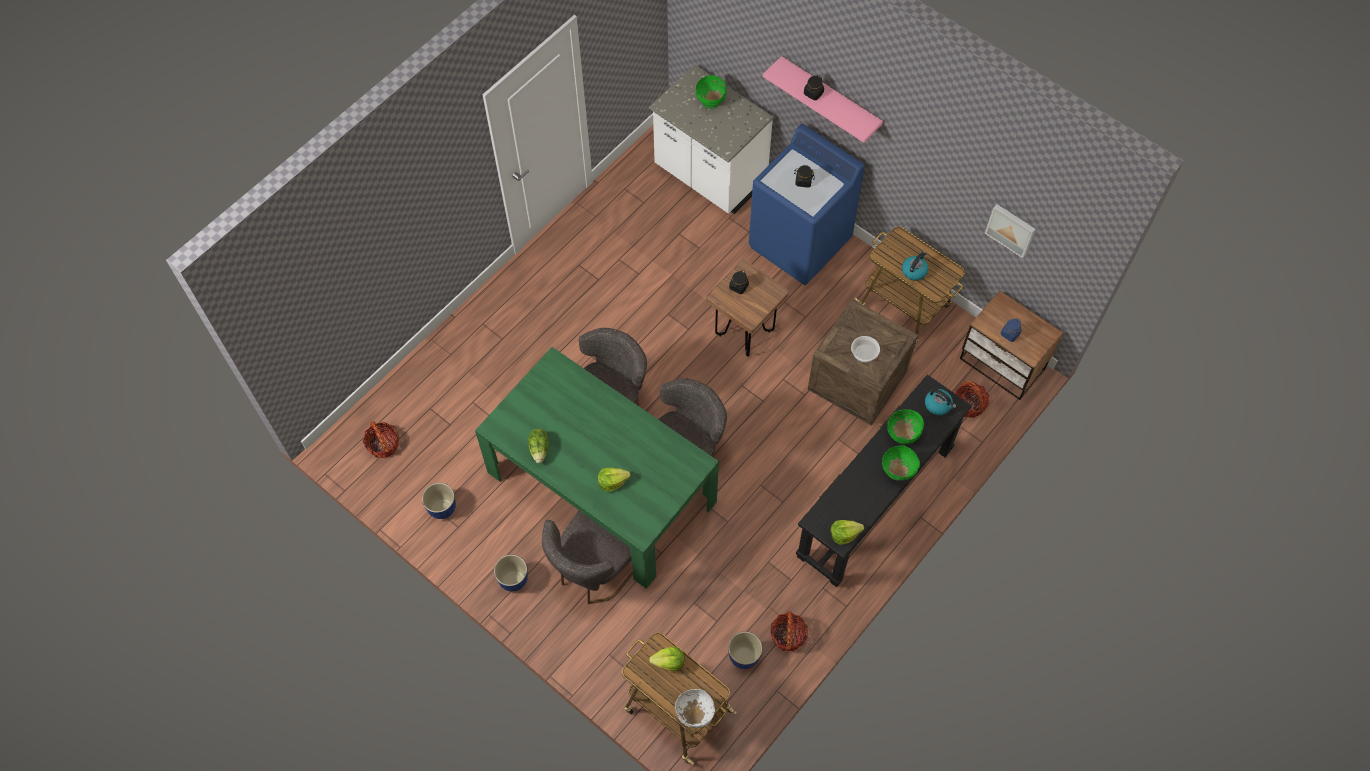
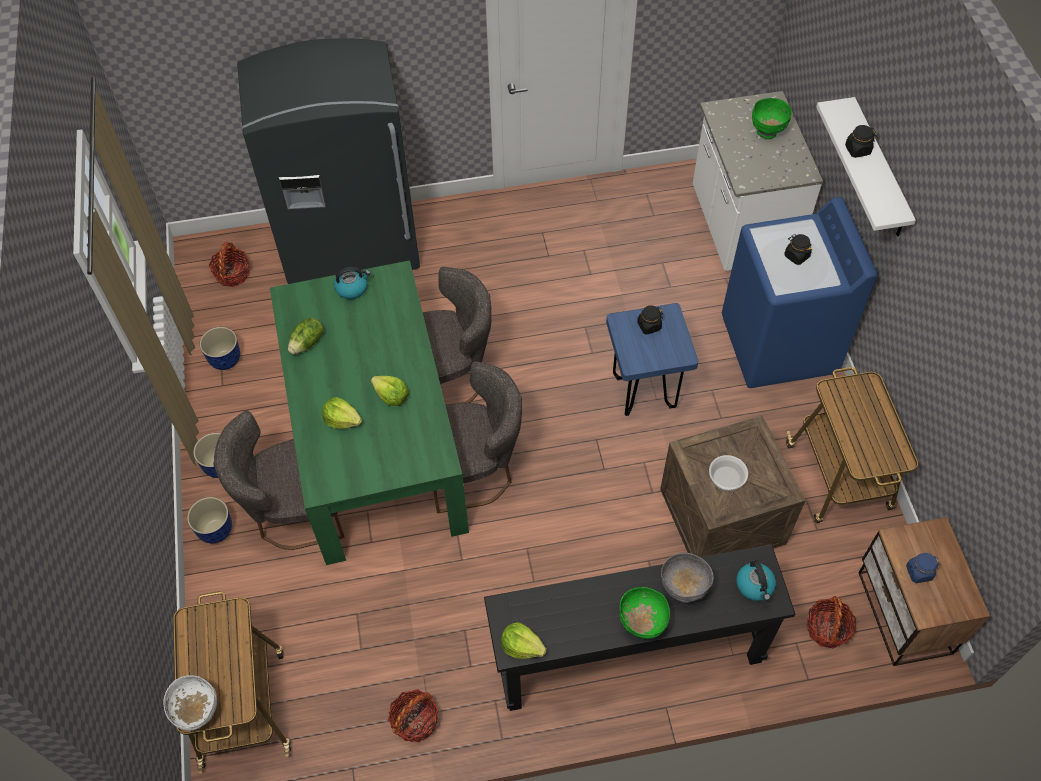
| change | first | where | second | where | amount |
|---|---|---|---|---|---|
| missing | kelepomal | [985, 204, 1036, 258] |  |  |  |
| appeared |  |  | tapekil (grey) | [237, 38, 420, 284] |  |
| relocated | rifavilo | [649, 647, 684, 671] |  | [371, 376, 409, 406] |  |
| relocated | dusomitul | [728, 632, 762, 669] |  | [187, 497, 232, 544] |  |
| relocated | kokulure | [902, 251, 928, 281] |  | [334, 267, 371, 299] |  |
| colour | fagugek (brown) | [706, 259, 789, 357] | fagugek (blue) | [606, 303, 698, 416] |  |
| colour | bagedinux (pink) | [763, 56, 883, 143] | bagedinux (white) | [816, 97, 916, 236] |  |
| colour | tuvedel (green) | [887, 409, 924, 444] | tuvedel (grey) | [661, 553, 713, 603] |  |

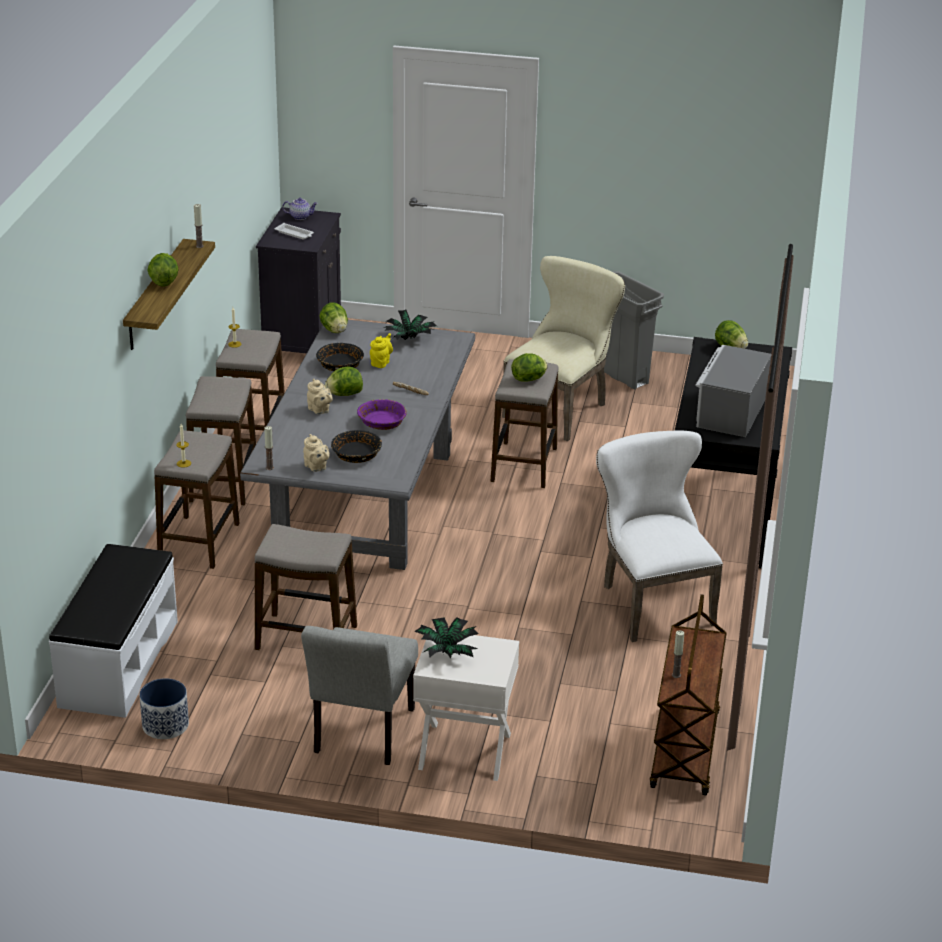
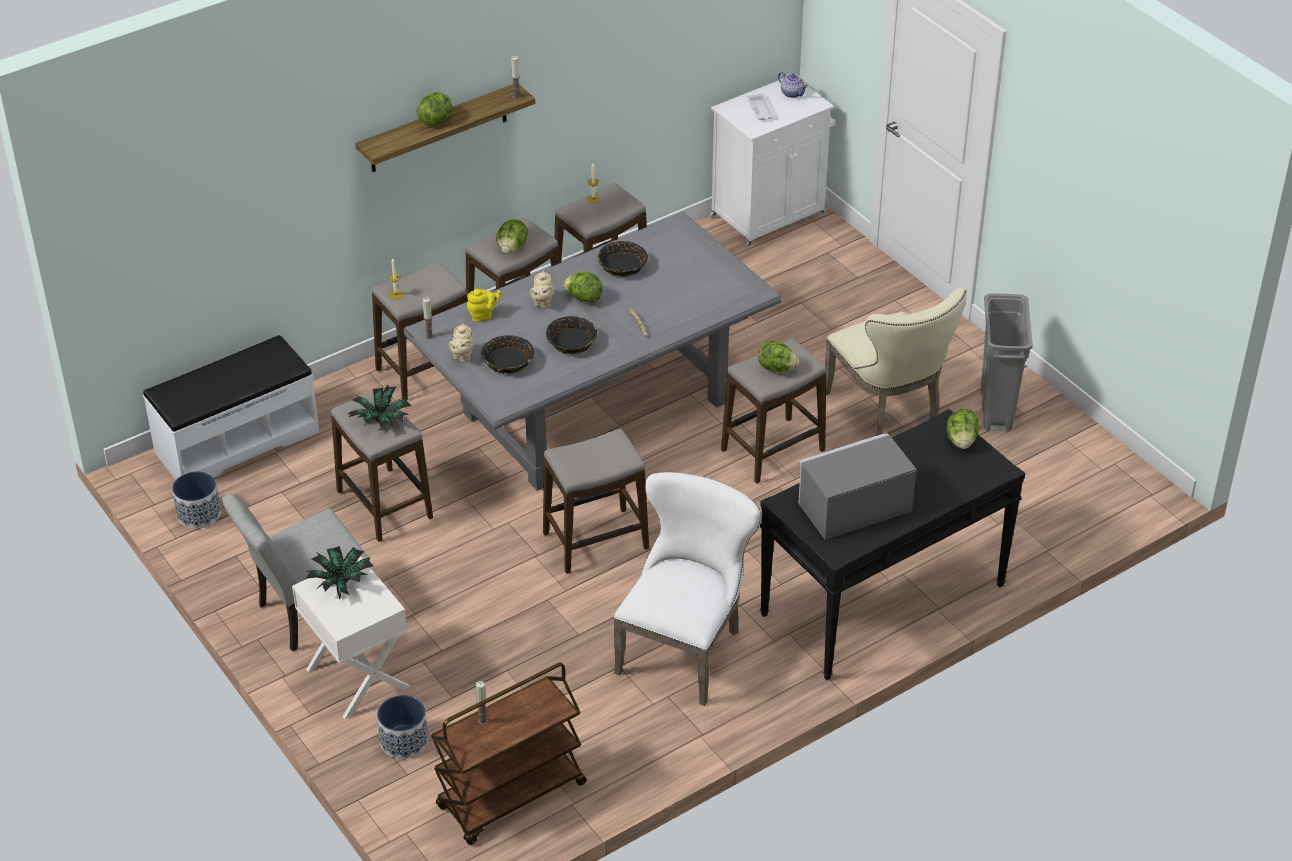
| change | first | where | second | where | amount |
|---|---|---|---|---|---|
| appeared |  |  | dusomitul | [377, 695, 428, 759] |  |
| appeared |  |  | fagugek | [543, 429, 649, 574] |  |
| relocated | rifavilo | [319, 302, 348, 333] |  | [496, 219, 529, 254] |  |
| relocated | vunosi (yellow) | [370, 333, 393, 368] |  | [467, 289, 502, 322] |  |
| relocated | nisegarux | [383, 309, 437, 340] |  | [348, 384, 411, 427] |  |
| colour | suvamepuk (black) | [256, 207, 341, 354] | suvamepuk (white) | [710, 79, 835, 248] |  |
| colour | tuvedel (purple) | [357, 399, 407, 430] | tuvedel (black) | [546, 316, 597, 354] |  |
| spun | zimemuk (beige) | [502, 256, 625, 441] |  | [825, 287, 967, 436] | 75 degrees clockwise |

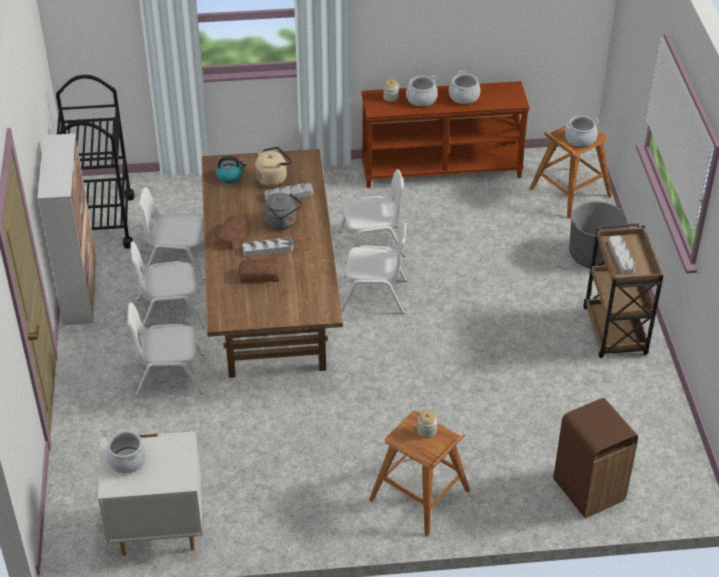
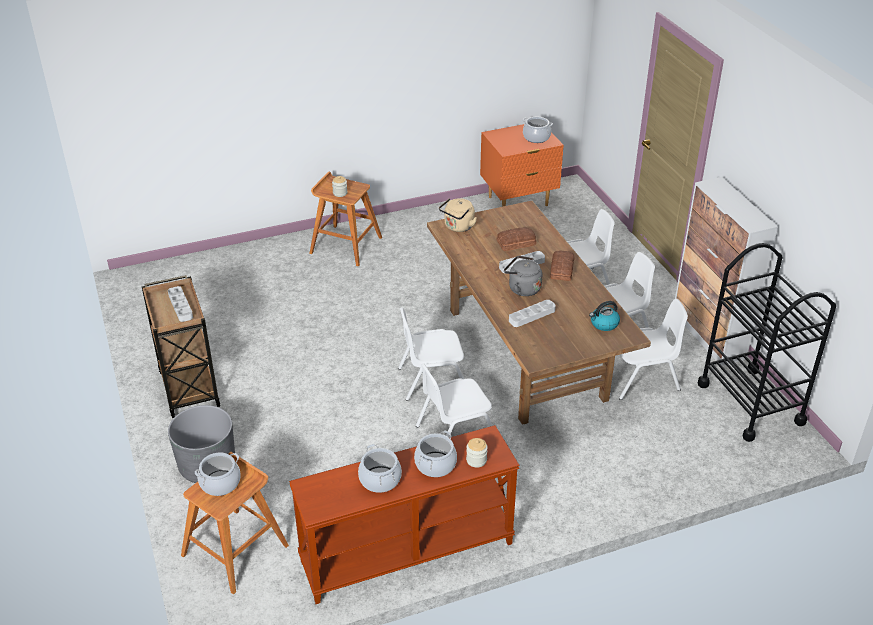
| change | first | where | second | where | amount |
|---|---|---|---|---|---|
| missing | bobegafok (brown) | [554, 398, 638, 518] |  |  |  |
| relocated | kokulure (beige) | [255, 147, 292, 186] |  | [439, 198, 477, 232] |  |
| colour | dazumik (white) | [98, 431, 203, 556] | dazumik (orange) | [480, 124, 564, 207] |  |

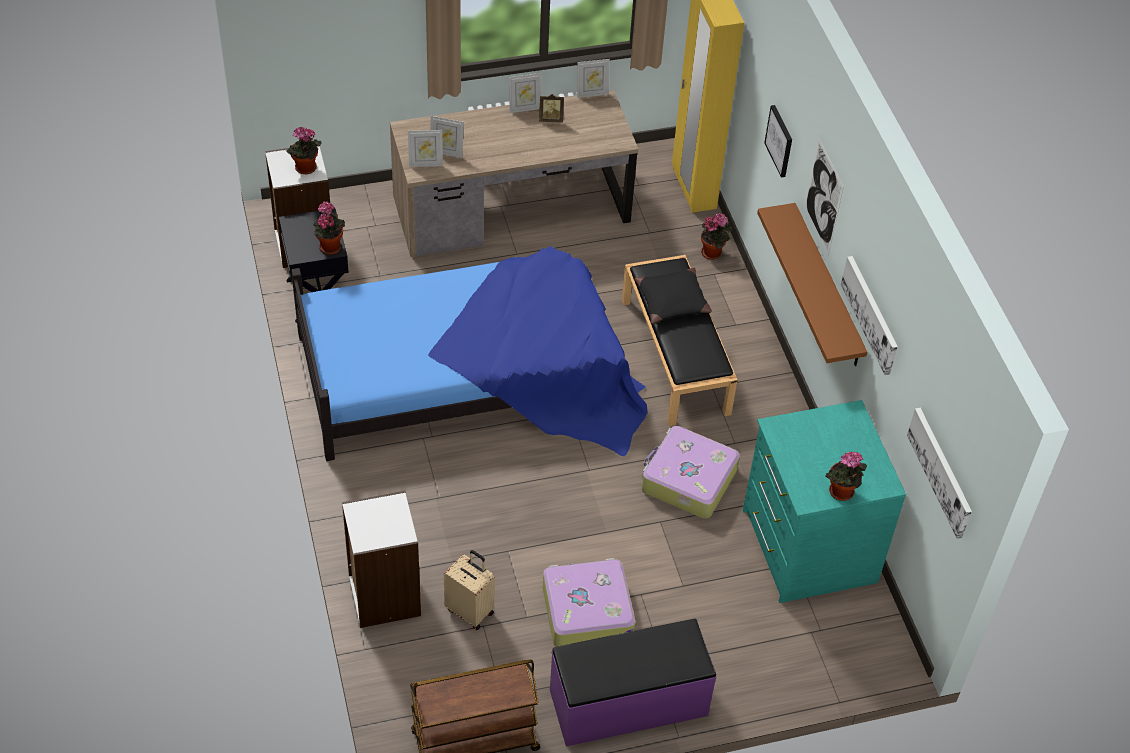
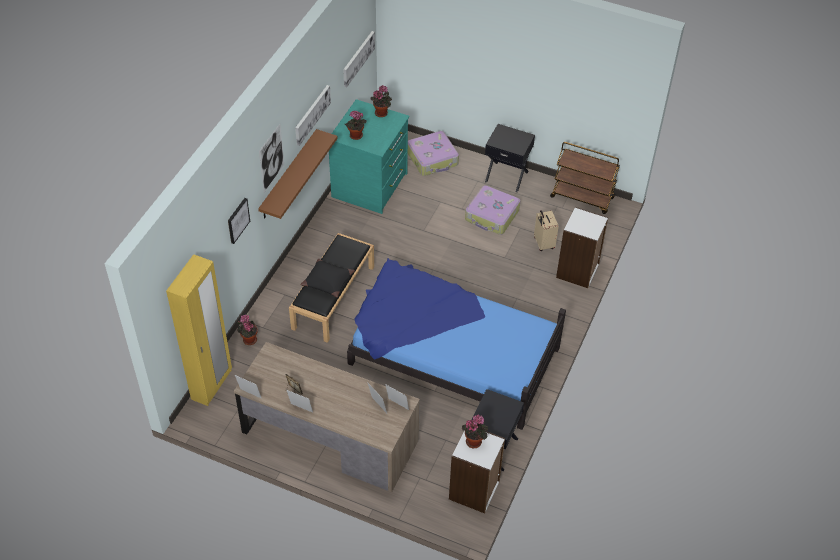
| change | first | where | second | where | amount |
|---|---|---|---|---|---|
| relocated | nisegarux | [313, 201, 345, 255] |  | [345, 111, 367, 140] |  |
| relocated | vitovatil | [642, 426, 740, 519] |  | [408, 131, 459, 176] |  |
| exchanged | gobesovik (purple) | [550, 619, 716, 747] | dazumik (black) | [485, 124, 535, 192] |  |

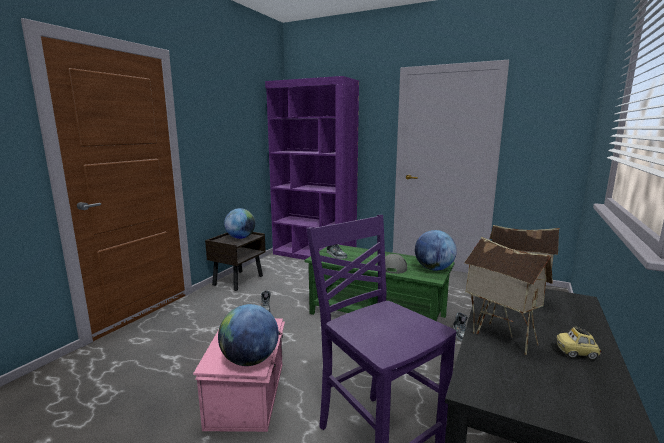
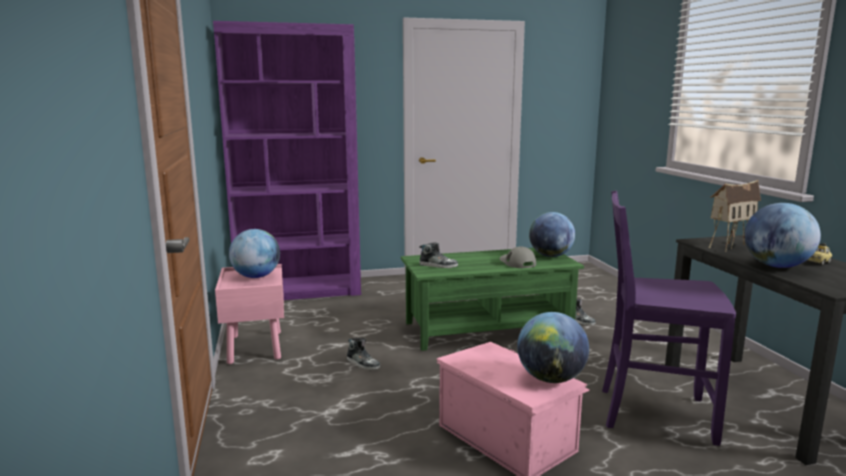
| change | first | where | second | where | amount |
|---|---|---|---|---|---|
| exchanged | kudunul | [464, 237, 553, 355] | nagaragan | [744, 203, 821, 268] |  |
| colour | dazumik (brown) | [205, 232, 266, 291] | dazumik (pink) | [215, 264, 284, 364] |  |

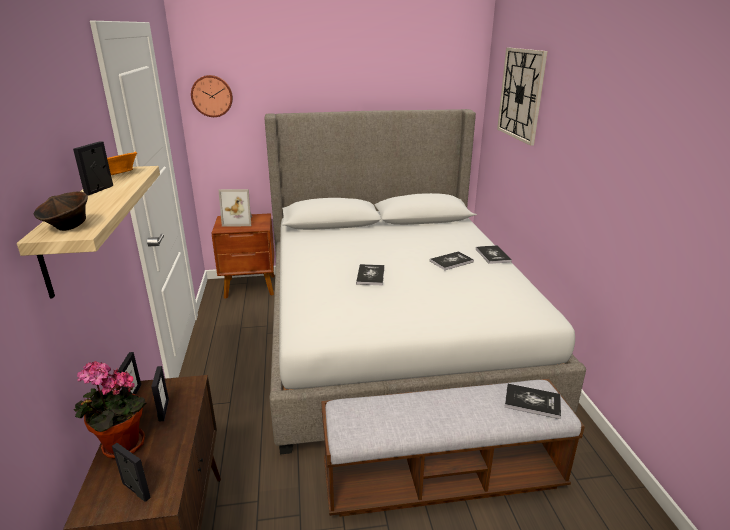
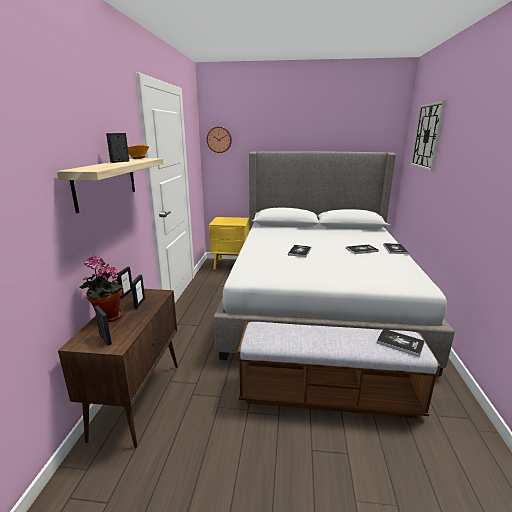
| change | first | where | second | where | amount |
|---|---|---|---|---|---|
| missing | tuvedel (brown) | [34, 191, 88, 231] |  |  |  |
| missing | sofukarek | [219, 189, 252, 227] |  |  |  |
| colour | dazumik (brown) | [211, 213, 275, 299] | dazumik (yellow) | [209, 217, 249, 270] |  |

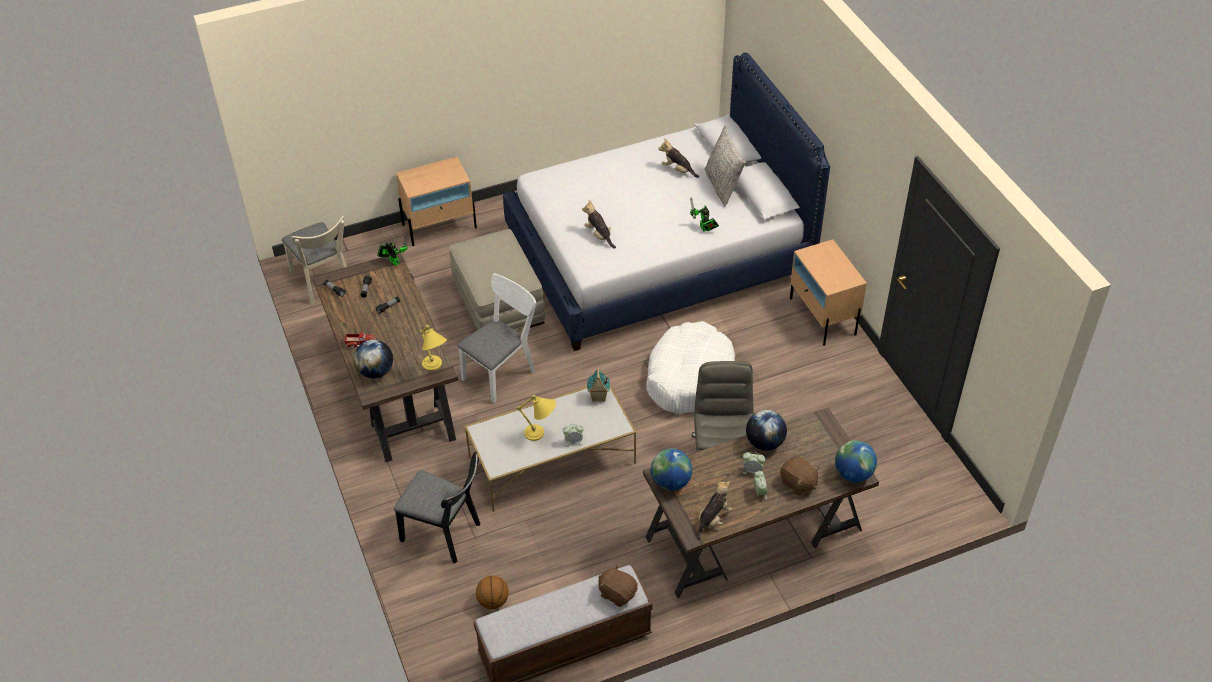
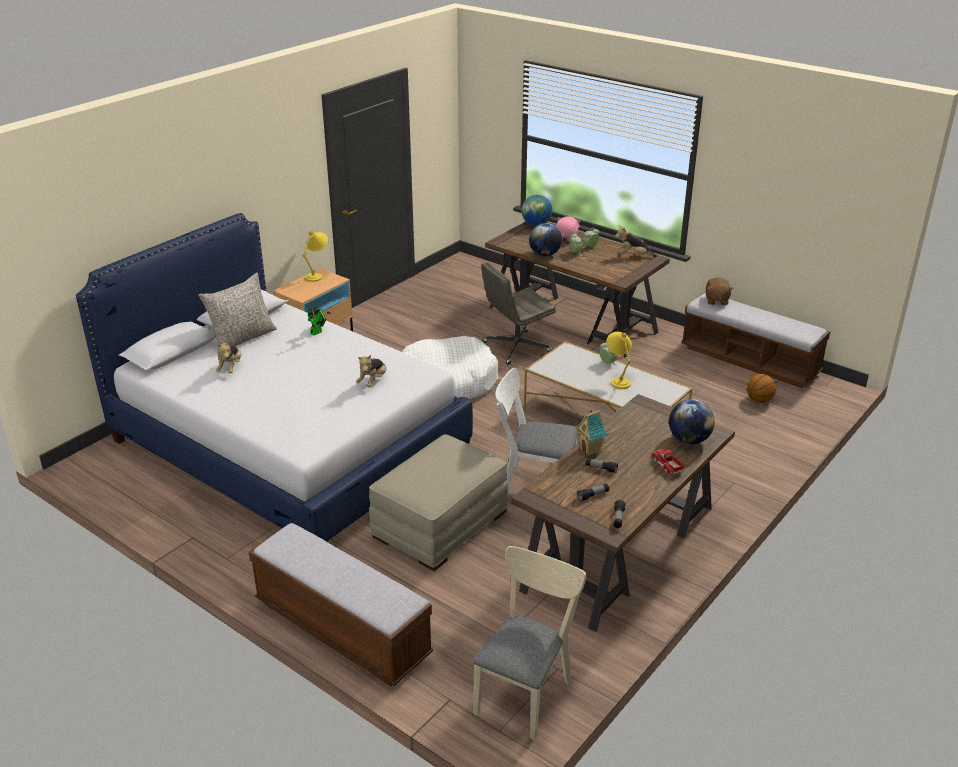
| change | first | where | second | where | amount |
|---|---|---|---|---|---|
| missing | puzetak | [377, 236, 408, 266] |  |  |  |
| missing | zimemuk (black) | [394, 452, 480, 564] |  |  |  |
| missing | nagaragan | [651, 449, 692, 491] |  |  |  |
| relocated | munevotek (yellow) | [420, 324, 447, 371] |  | [302, 231, 328, 282] |  |
| relocated | kudunul | [587, 367, 610, 402] |  | [575, 410, 608, 456] |  |
| exchanged | dazumik (beige) | [396, 157, 477, 246] | gobesovik | [249, 523, 433, 686] |  |
| colour | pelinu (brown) | [780, 457, 819, 496] | pelinu (pink) | [556, 216, 581, 242] |  |

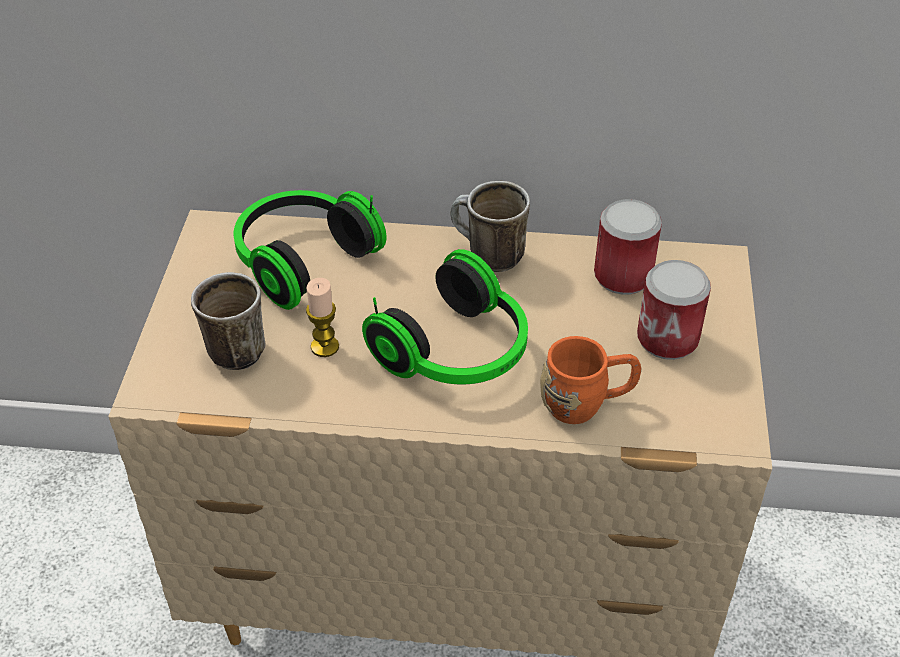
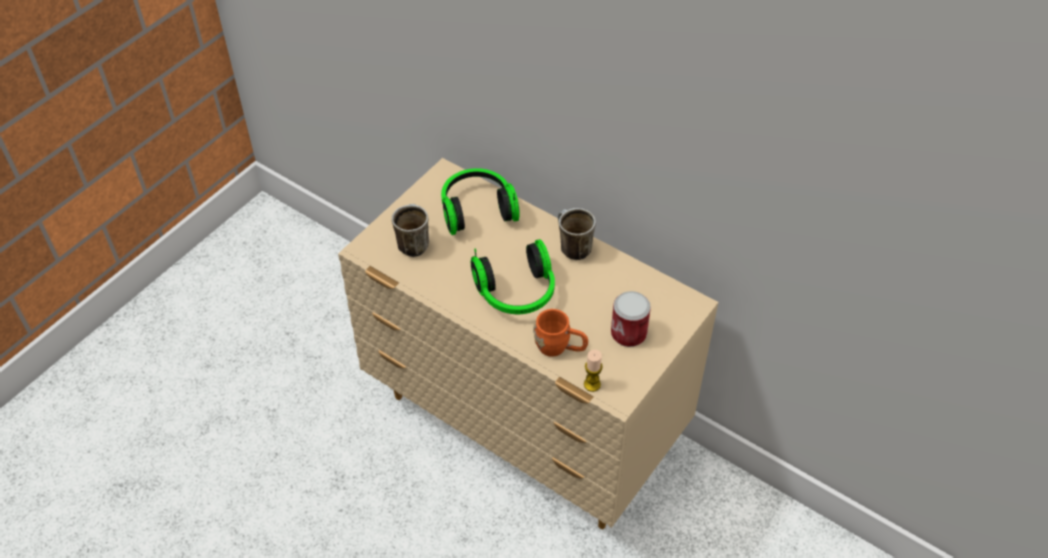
| change | first | where | second | where | amount |
|---|---|---|---|---|---|
| missing | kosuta | [594, 199, 662, 295] |  |  |  |
| relocated | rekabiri | [306, 278, 339, 357] |  | [584, 350, 603, 392] |  |

